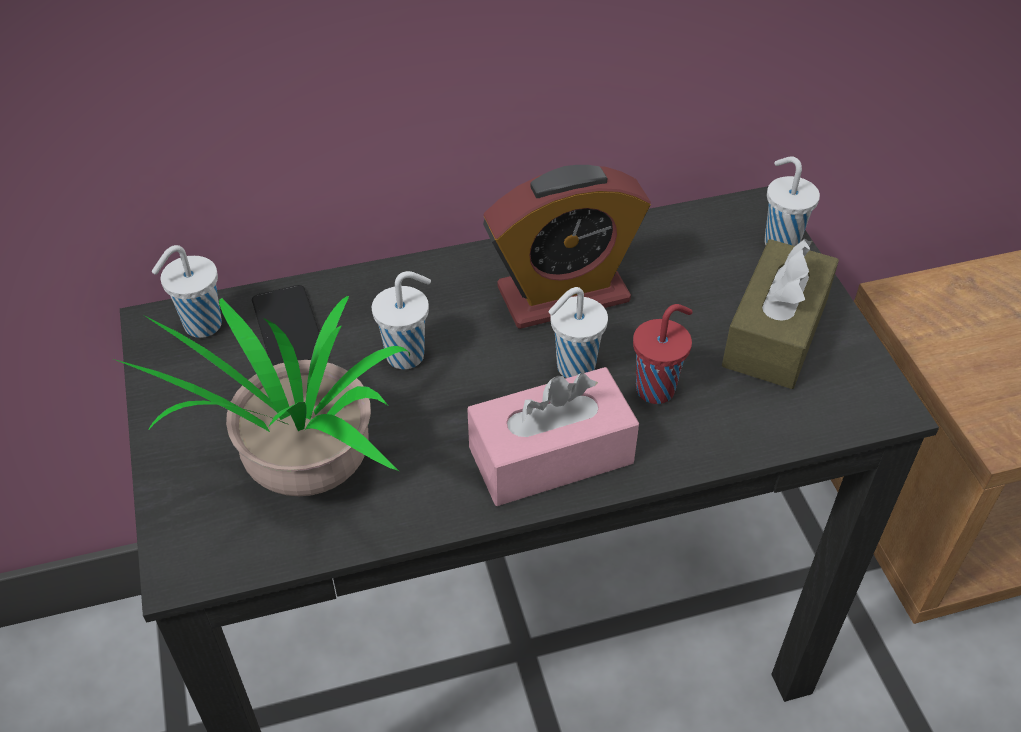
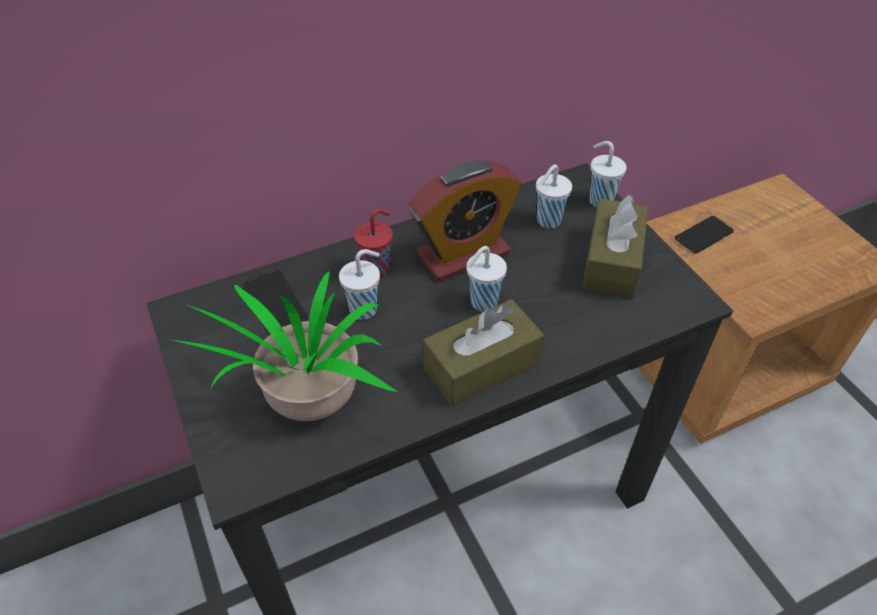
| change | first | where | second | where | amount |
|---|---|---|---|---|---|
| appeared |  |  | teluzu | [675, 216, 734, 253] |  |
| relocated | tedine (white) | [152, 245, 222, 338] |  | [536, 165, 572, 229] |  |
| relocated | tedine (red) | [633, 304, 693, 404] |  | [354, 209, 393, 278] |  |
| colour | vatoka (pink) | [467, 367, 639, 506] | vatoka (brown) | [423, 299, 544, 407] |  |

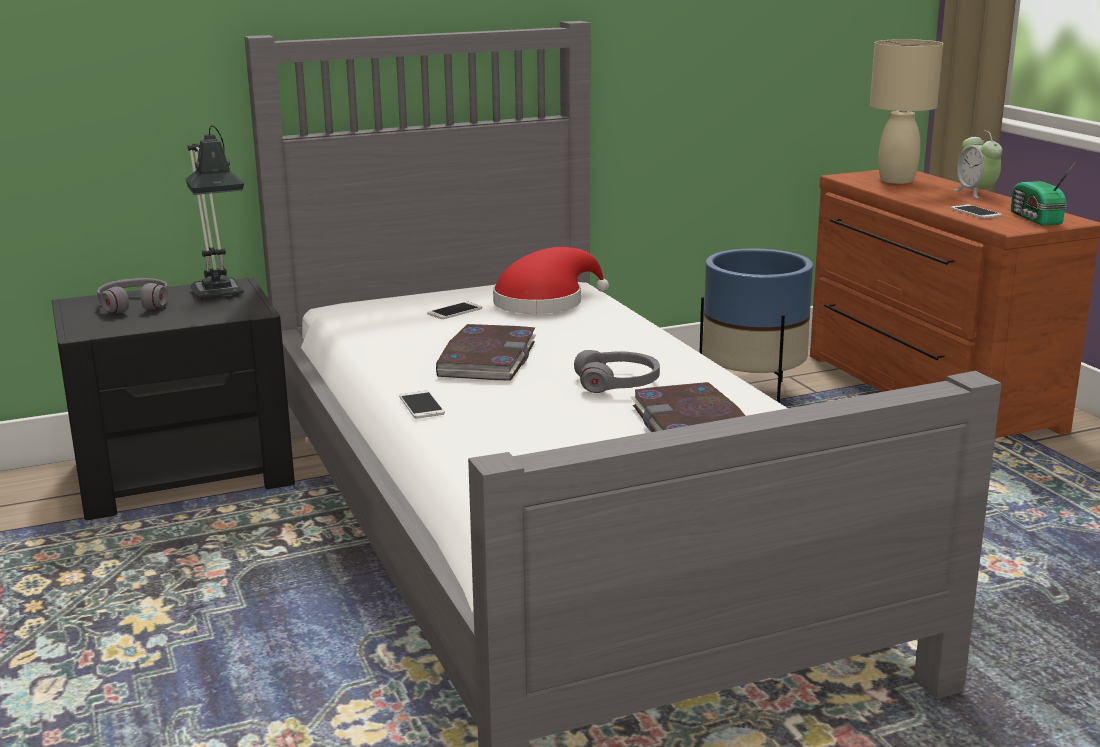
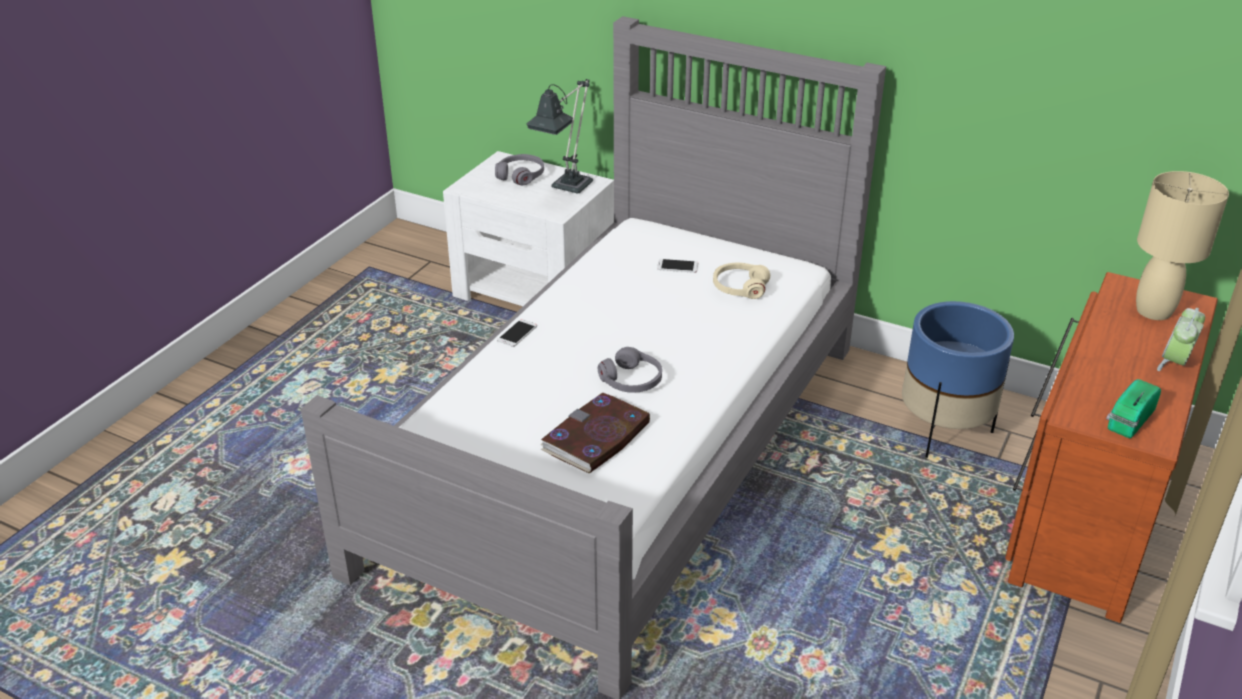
| change | first | where | second | where | amount |
|---|---|---|---|---|---|
| missing | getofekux | [436, 324, 537, 381] |  |  |  |
| missing | teluzu | [951, 205, 1002, 219] |  |  |  |
| exchanged | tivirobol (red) | [493, 247, 609, 314] | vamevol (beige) | [713, 263, 770, 299] |  |
| colour | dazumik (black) | [52, 277, 295, 520] | dazumik (white) | [443, 151, 614, 306] |  |

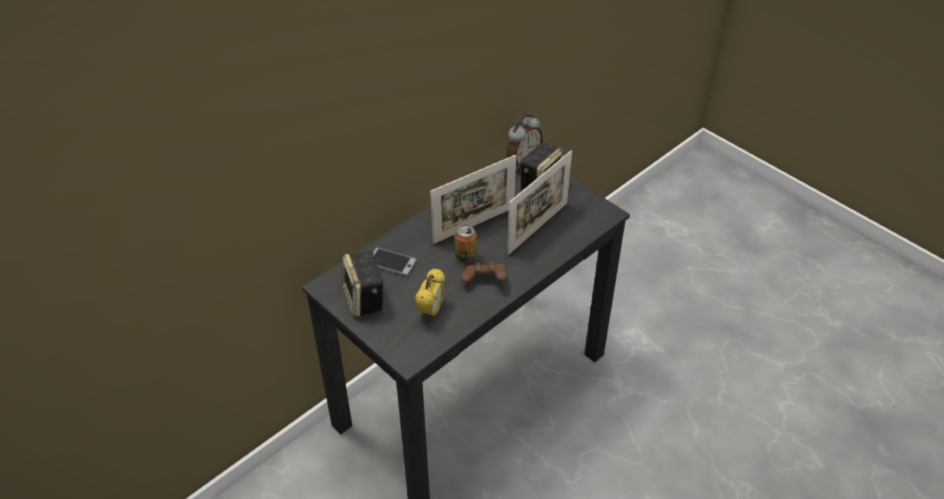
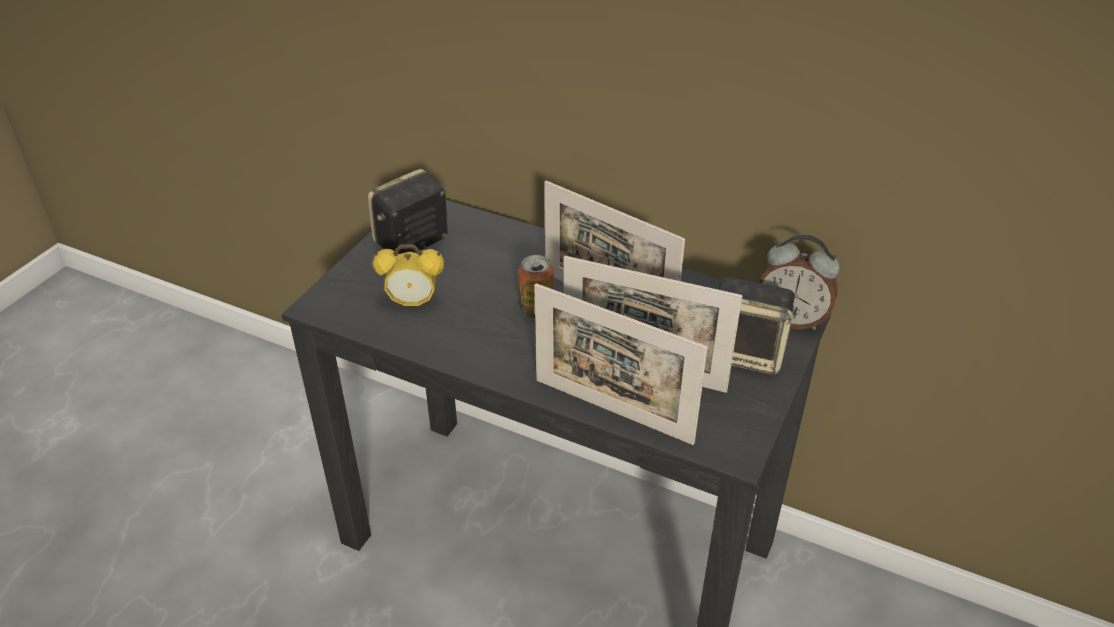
| change | first | where | second | where | amount |
|---|---|---|---|---|---|
| missing | teluzu | [373, 247, 418, 277] |  |  |  |
| missing | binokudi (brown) | [461, 262, 507, 282] |  |  |  |
| appeared |  |  | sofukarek | [534, 283, 708, 445] |  |

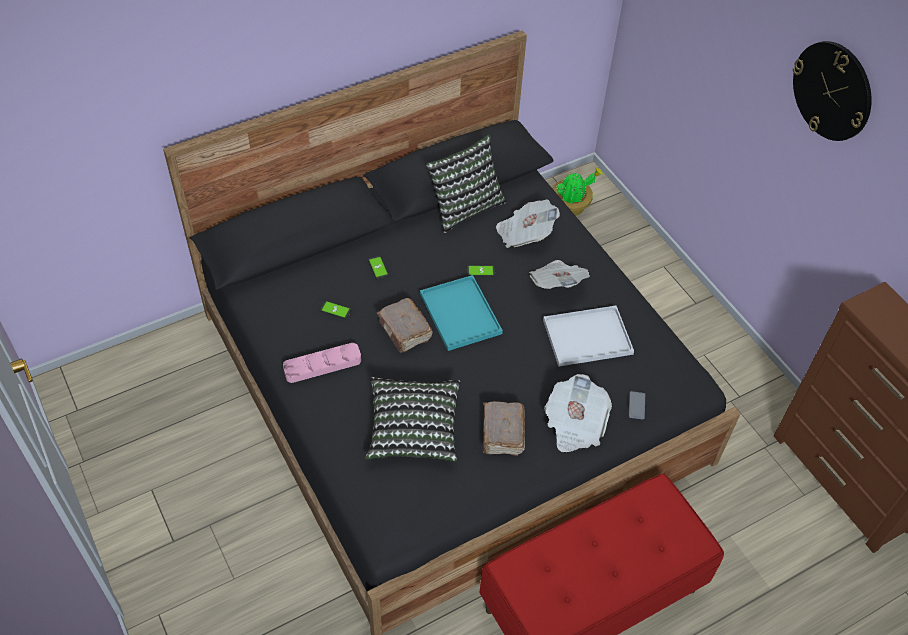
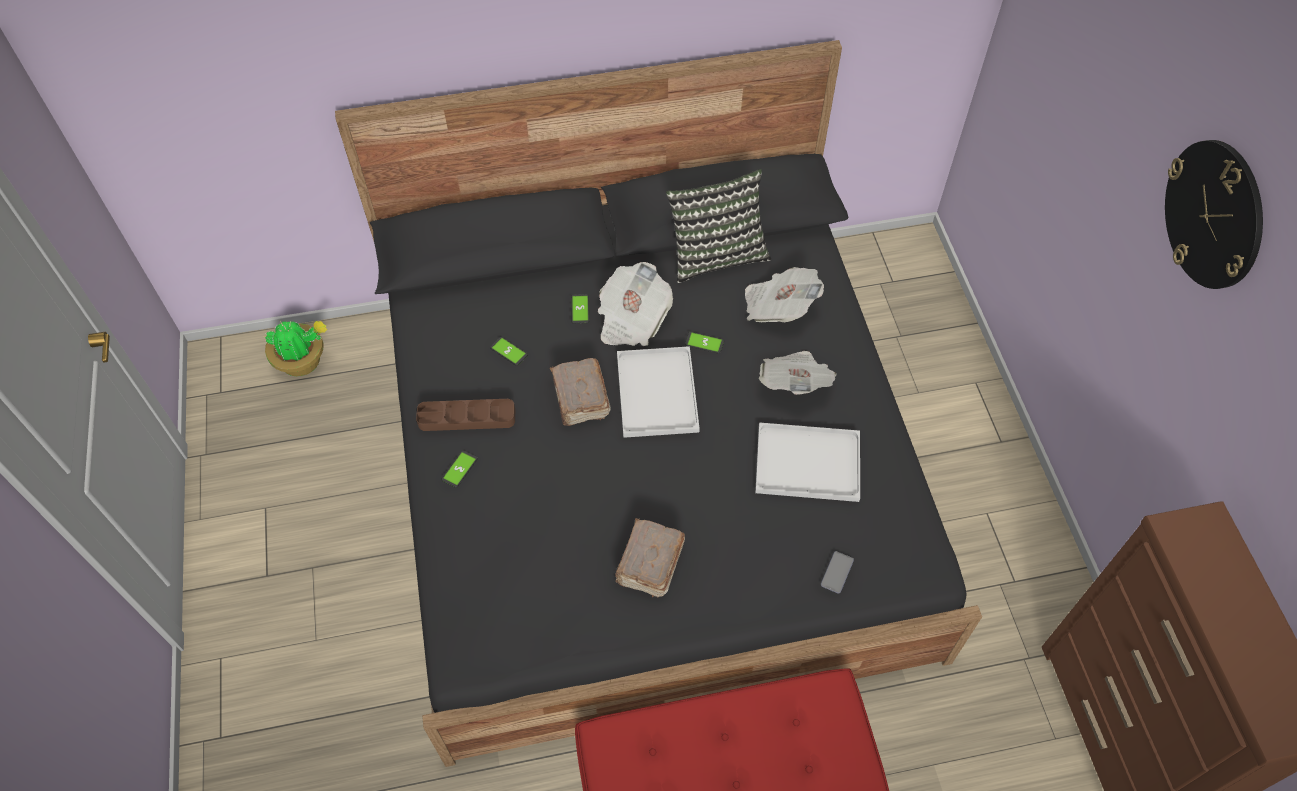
| change | first | where | second | where | amount |
|---|---|---|---|---|---|
| missing | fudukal | [365, 377, 460, 462] |  |  |  |
| appeared |  |  | teluzu | [442, 450, 478, 488] |  |
| relocated | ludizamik | [545, 374, 612, 452] |  | [598, 262, 673, 346] |  |
| relocated | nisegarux | [552, 168, 603, 216] |  | [265, 320, 327, 376] |  |
| colour | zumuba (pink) | [283, 343, 361, 383] | zumuba (brown) | [416, 399, 515, 431] |  |
| colour | zumuba (turquoise) | [420, 275, 503, 351] | zumuba (white) | [617, 346, 700, 438] |  |

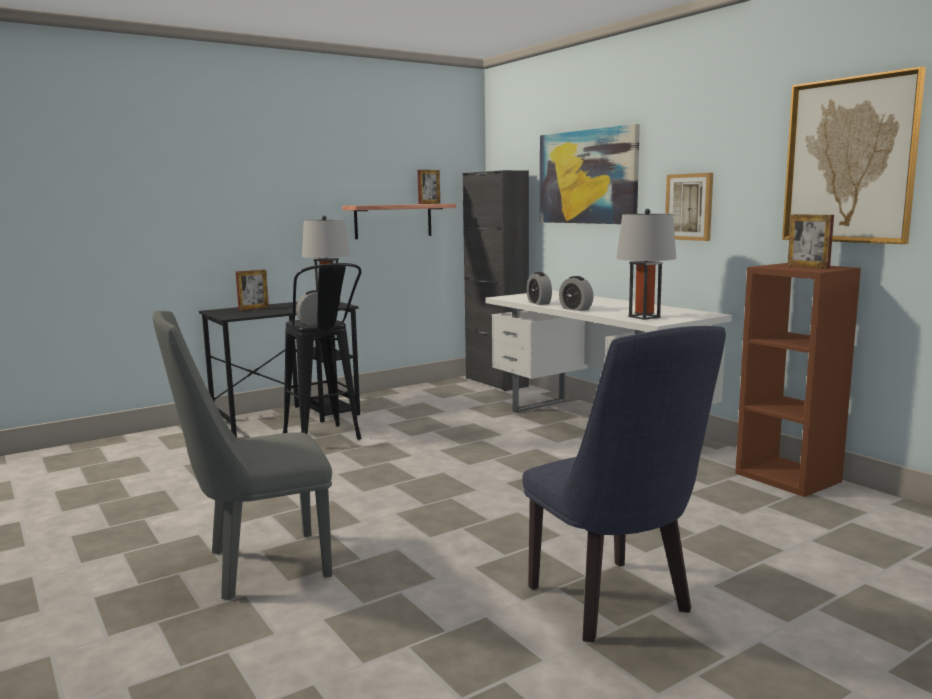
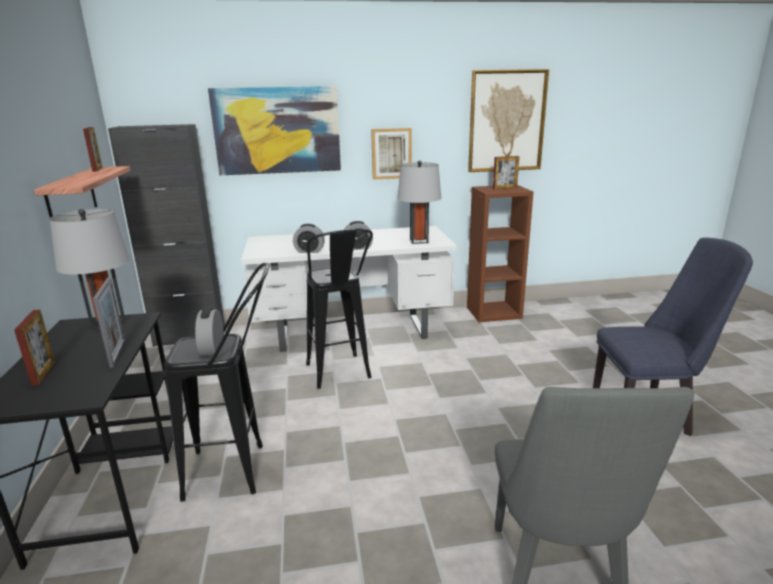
| change | first | where | second | where | amount |
|---|---|---|---|---|---|
| appeared |  |  | sofukarek | [93, 277, 125, 368] |  |
| appeared |  |  | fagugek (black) | [306, 229, 373, 389] |  |

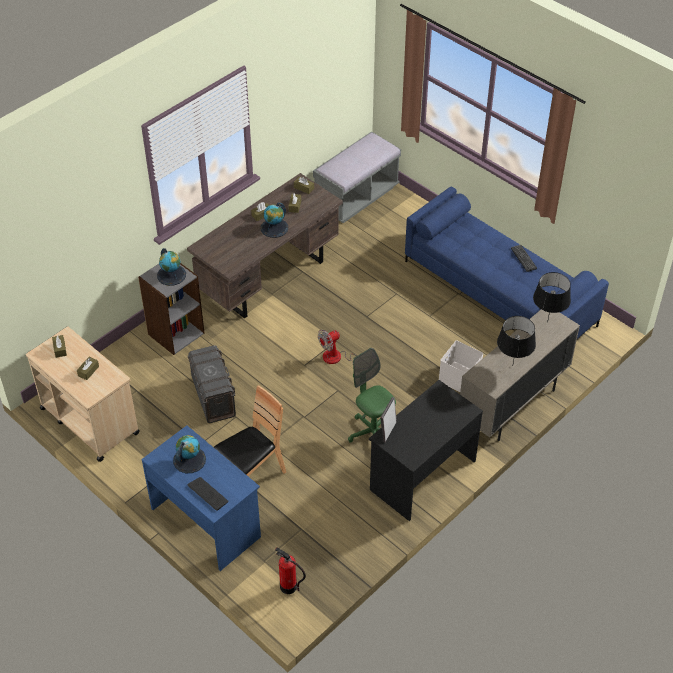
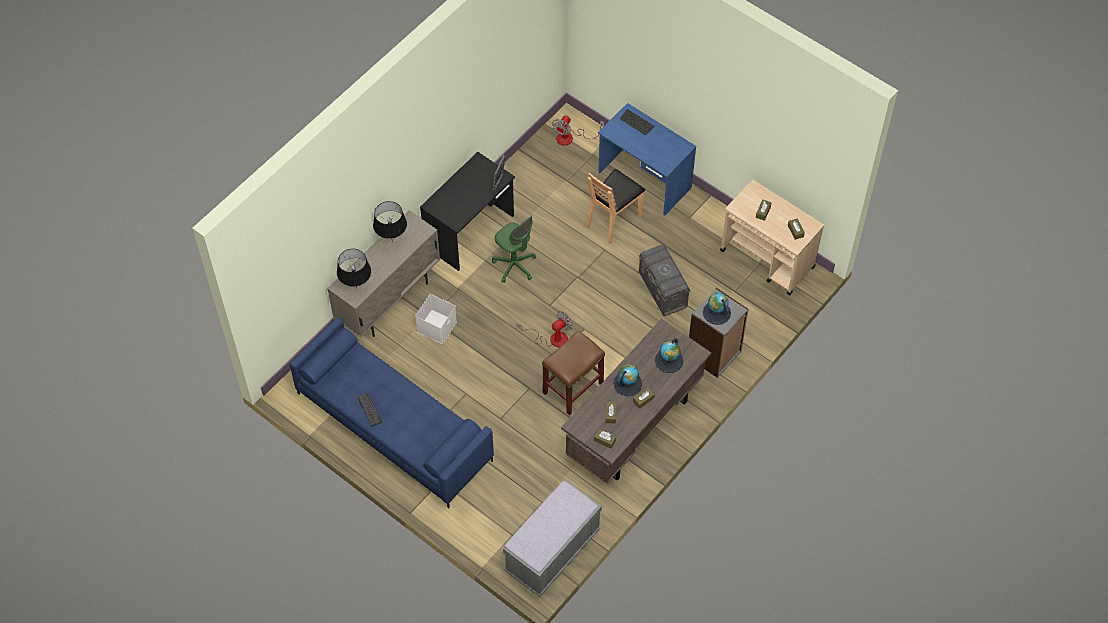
| change | first | where | second | where | amount |
|---|---|---|---|---|---|
| appeared |  |  | fagugek (brown) | [542, 330, 605, 415] |  |
| relocated | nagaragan | [173, 435, 206, 473] |  | [655, 338, 683, 373] |  |
| exchanged | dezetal | [275, 547, 306, 594] | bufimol | [552, 115, 604, 146] |  |

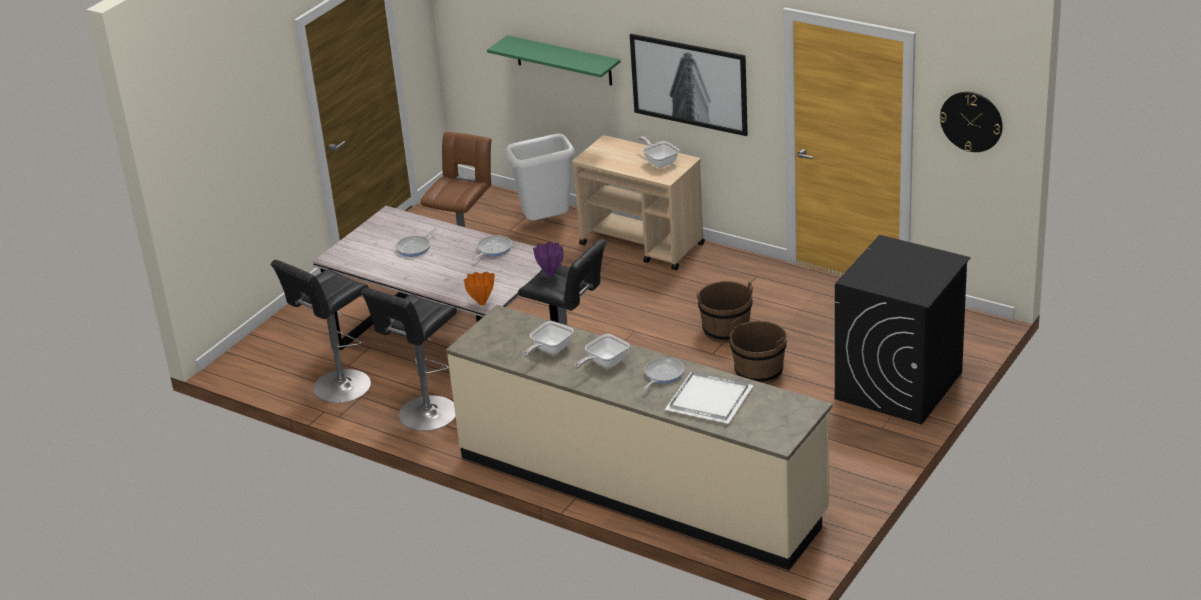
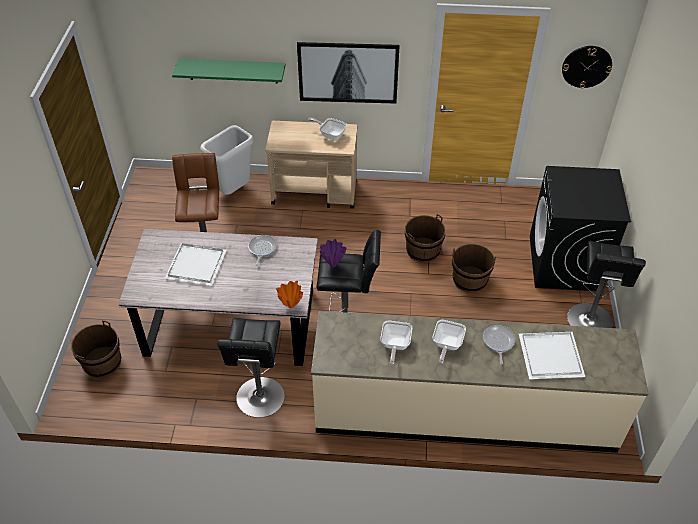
| change | first | where | second | where | amount |
|---|---|---|---|---|---|
| appeared |  |  | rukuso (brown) | [71, 320, 121, 378] |  |
| relocated | fagugek (black) | [270, 260, 371, 403] |  | [567, 241, 646, 328] |  |
| exchanged | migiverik | [396, 228, 437, 257] | zumuba (white) | [165, 243, 227, 286] |  |

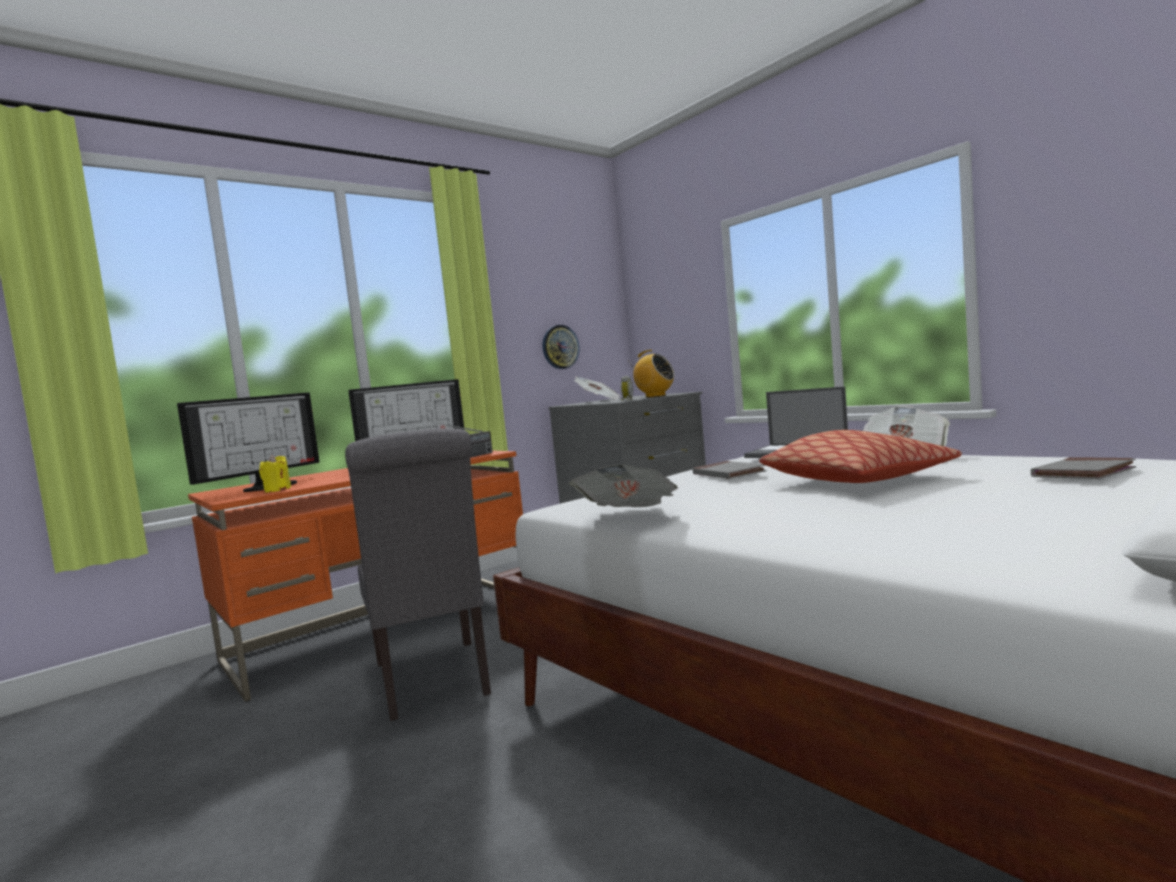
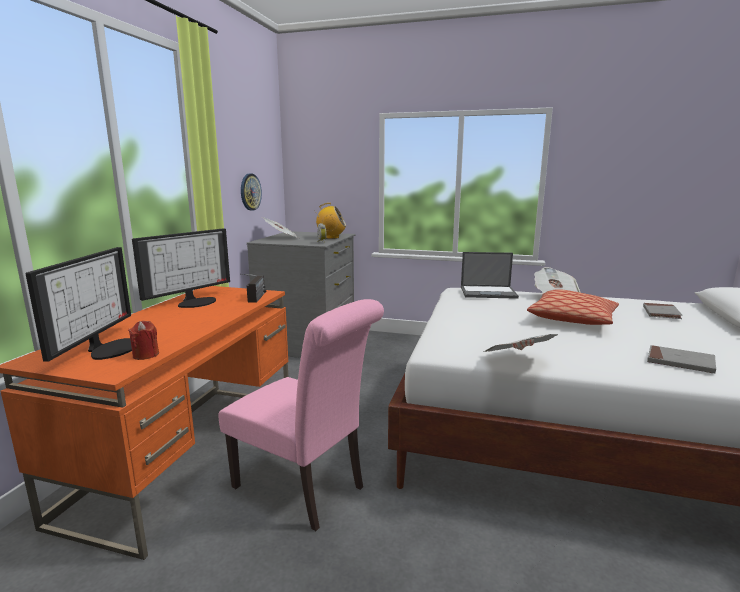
| change | first | where | second | where | amount |
|---|---|---|---|---|---|
| relocated | getofekux (grey) | [693, 461, 767, 479] |  | [647, 345, 716, 373] |  |
| colour | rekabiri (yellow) | [259, 455, 291, 493] | rekabiri (red) | [128, 321, 159, 360] |  |
| colour | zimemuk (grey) | [345, 428, 491, 721] | zimemuk (pink) | [218, 299, 384, 531] |  |

